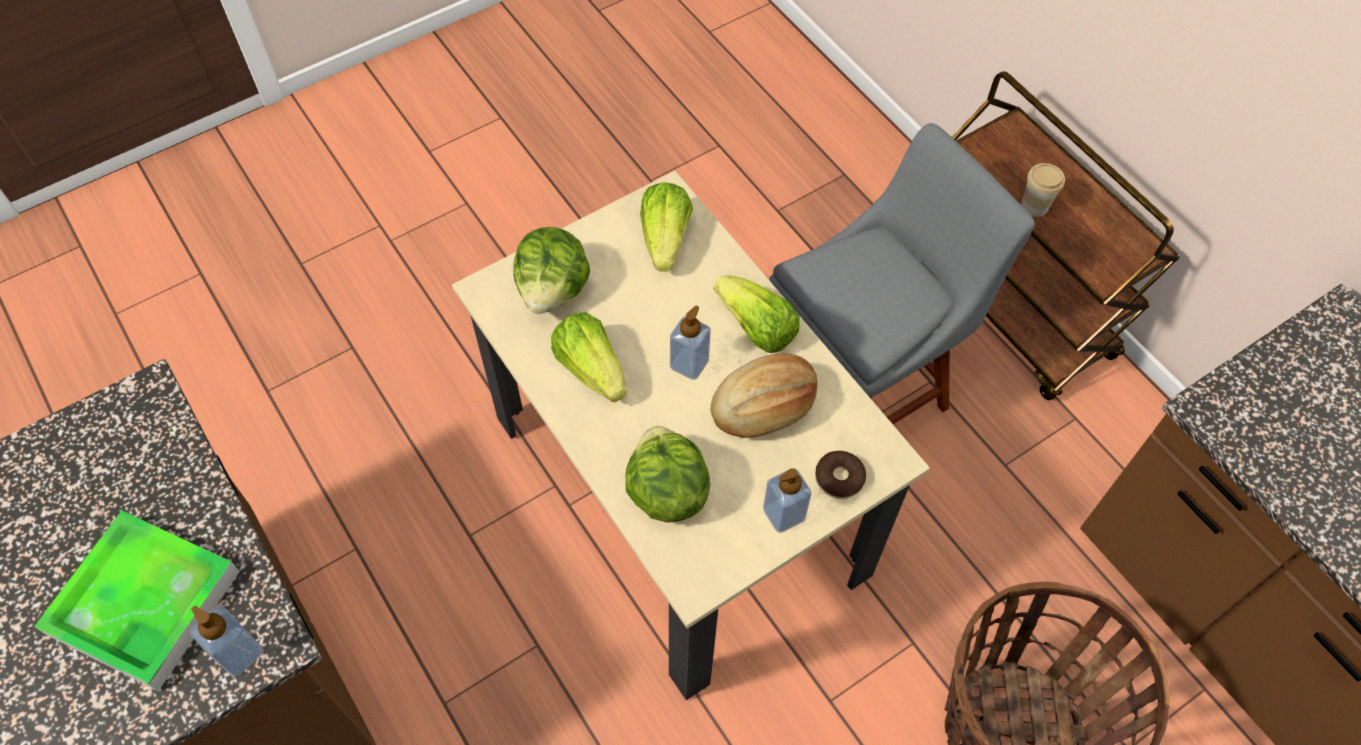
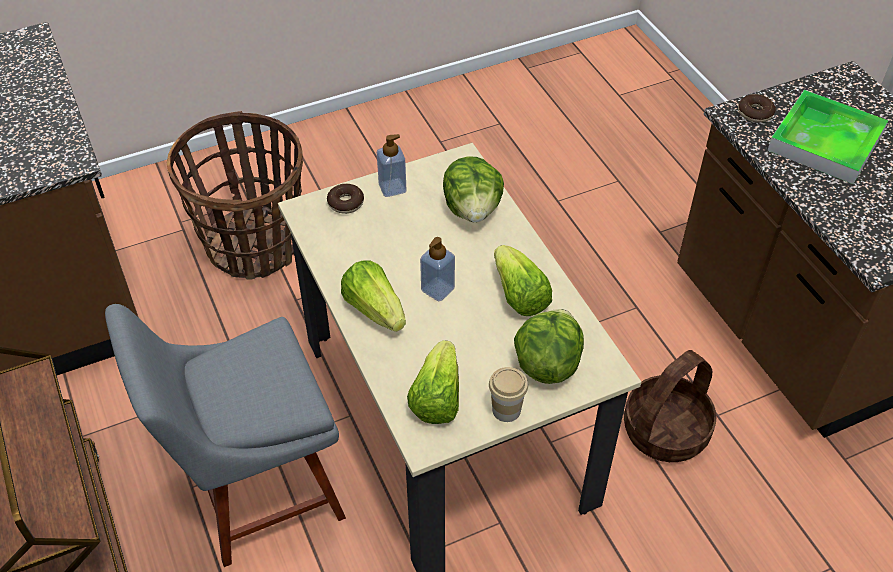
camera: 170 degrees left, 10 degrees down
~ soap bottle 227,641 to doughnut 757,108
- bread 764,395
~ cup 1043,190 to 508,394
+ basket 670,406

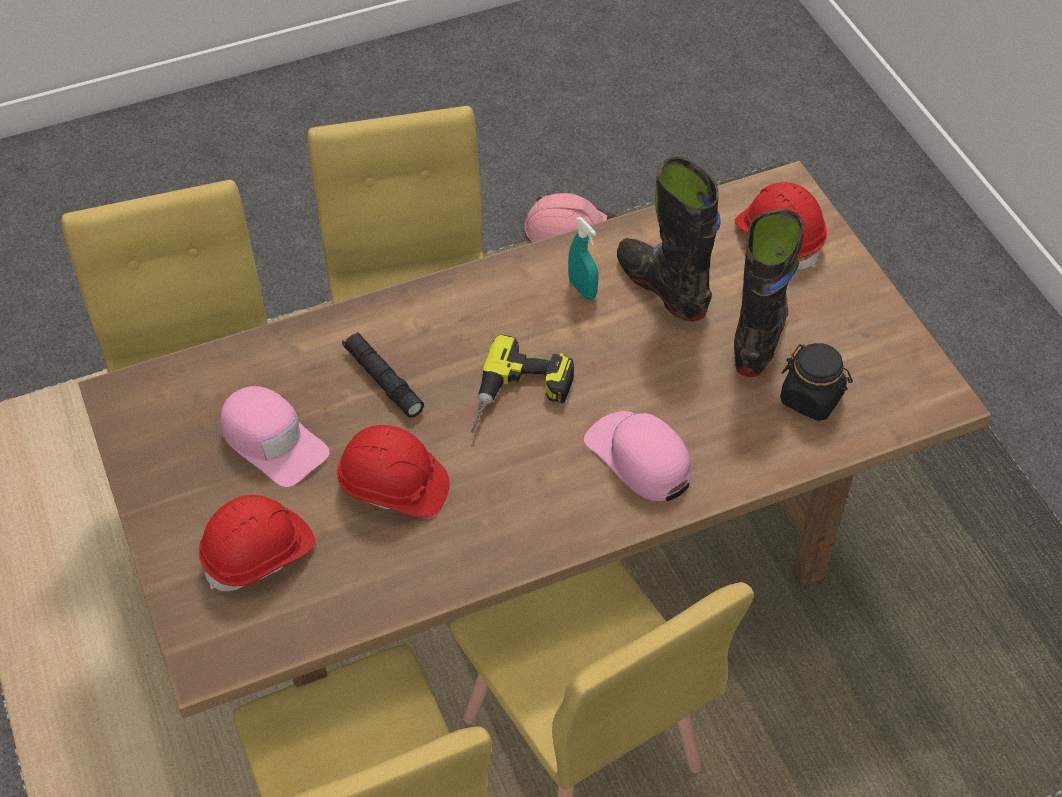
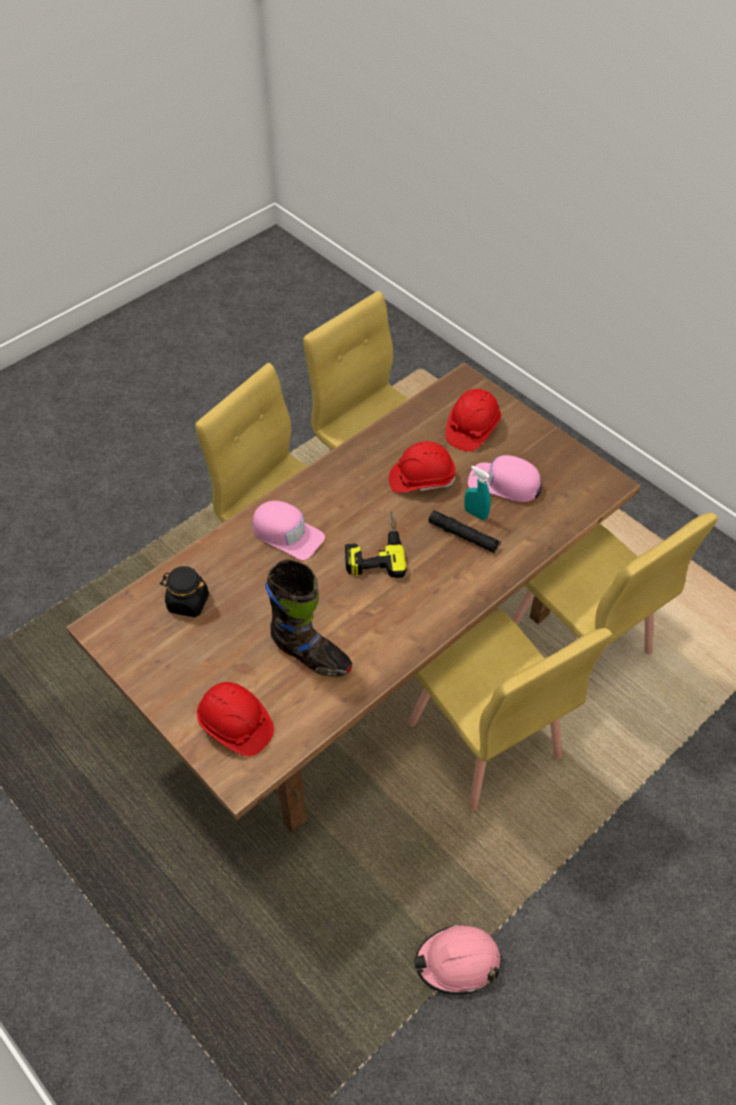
camera: 160 degrees right, 0 degrees up
~ turquoise-coloured hand sprayer 583,258 to 477,493
- black boot 769,293

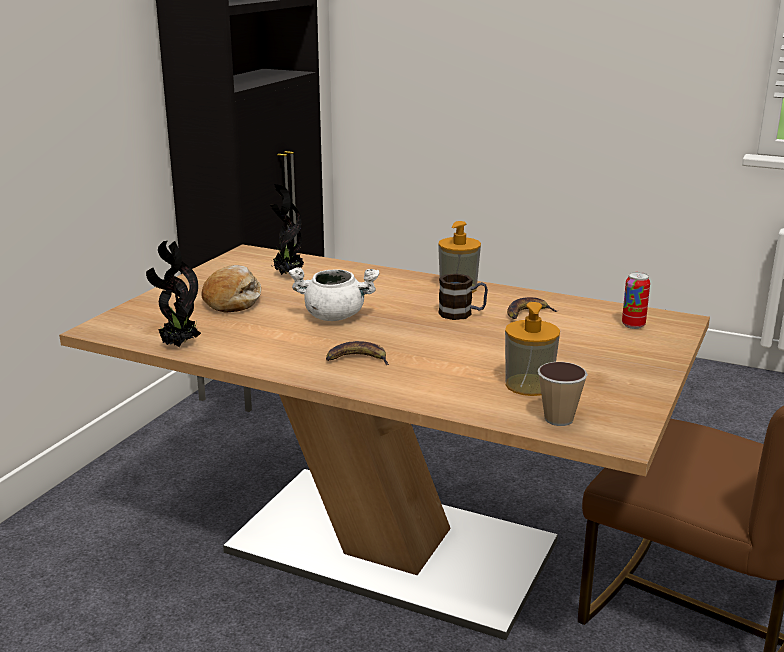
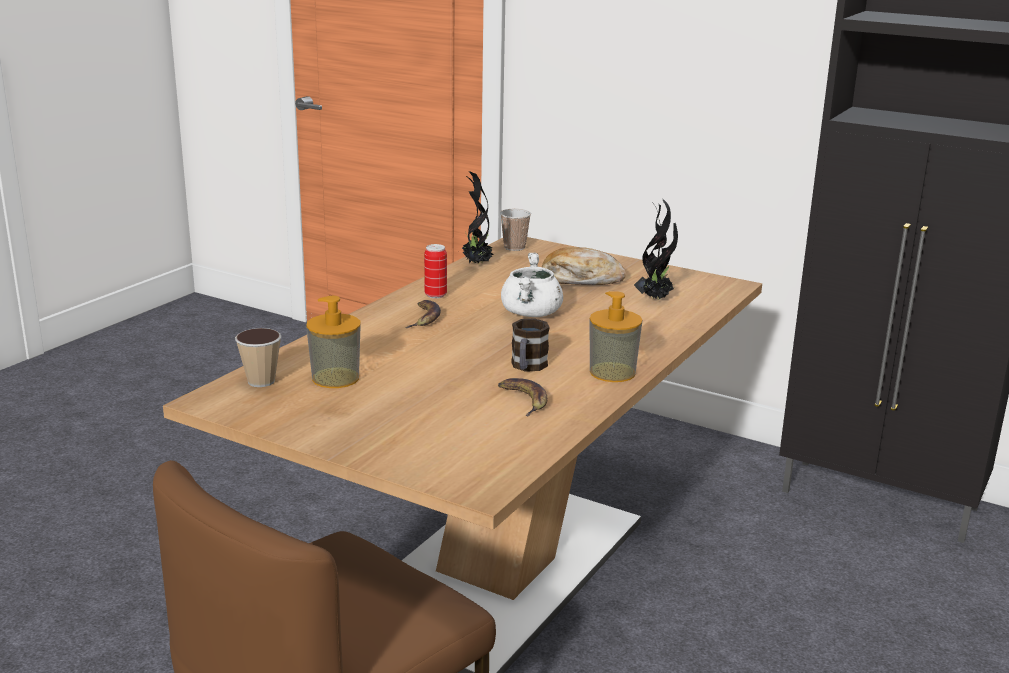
camera: 95 degrees right, 0 degrees up
~ metal can 636,300 to 435,271
+ cup 515,230

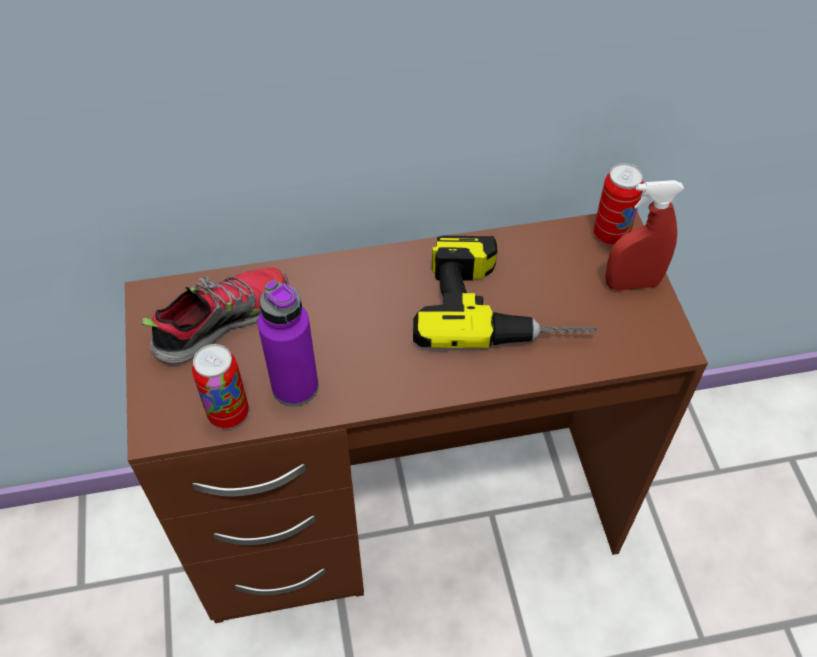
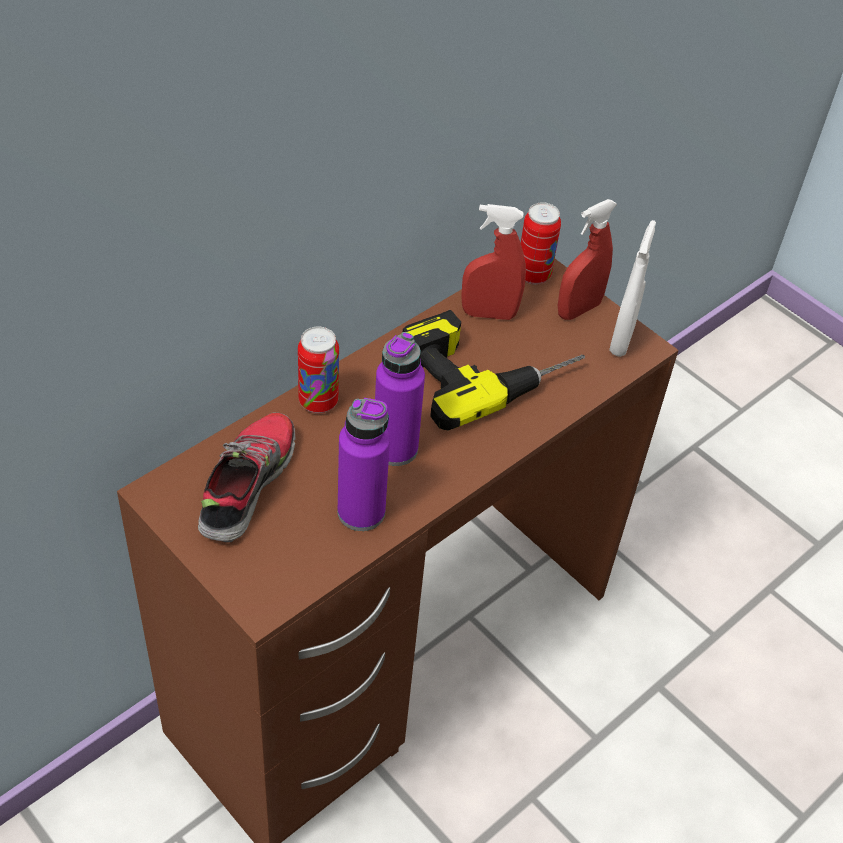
camera: 35 degrees left, 5 degrees down
~ metal can 220,386 to 318,370
+ purplish beverage bottle 400,399
+ red hand sprayer 493,262
+ white hand sprayer 632,288

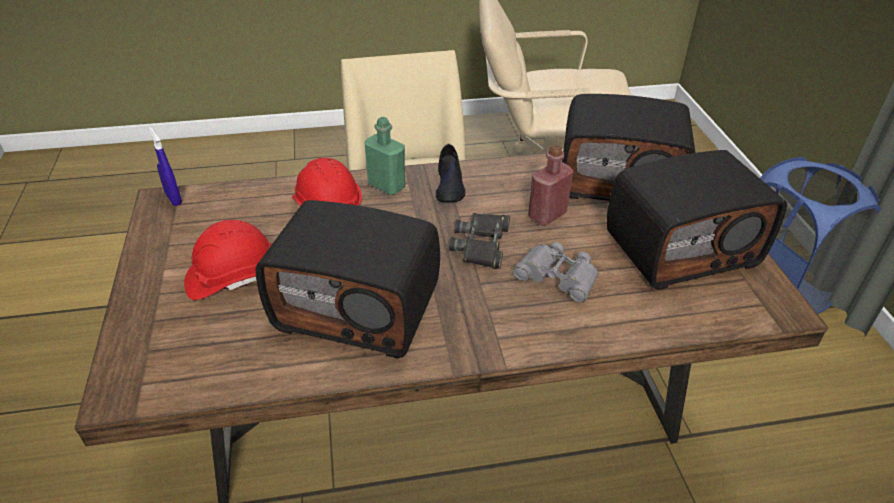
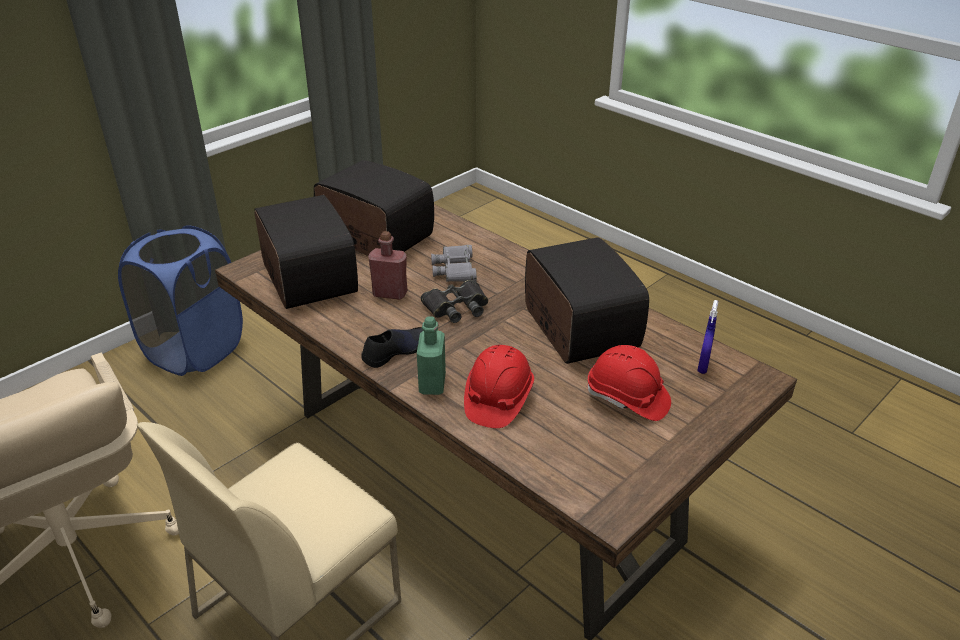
camera: 125 degrees left, 5 degrees down
~ bluish hand sprayer 165,166 to 707,337

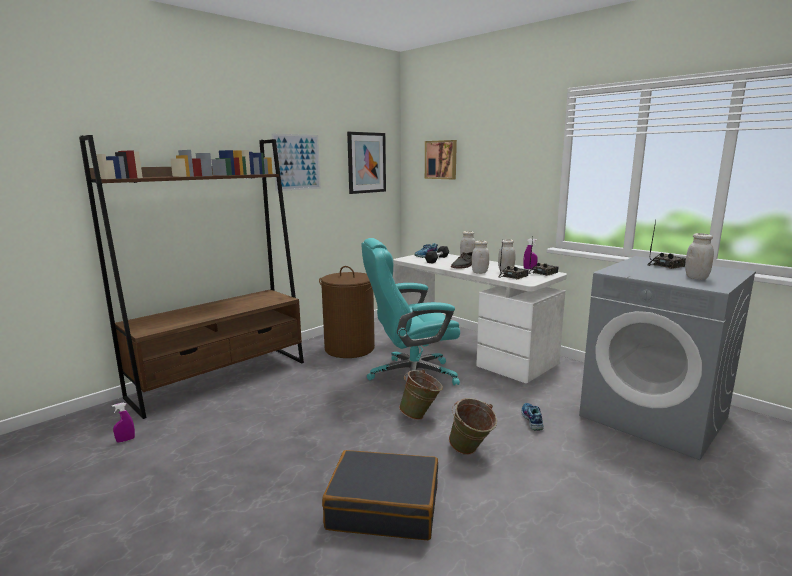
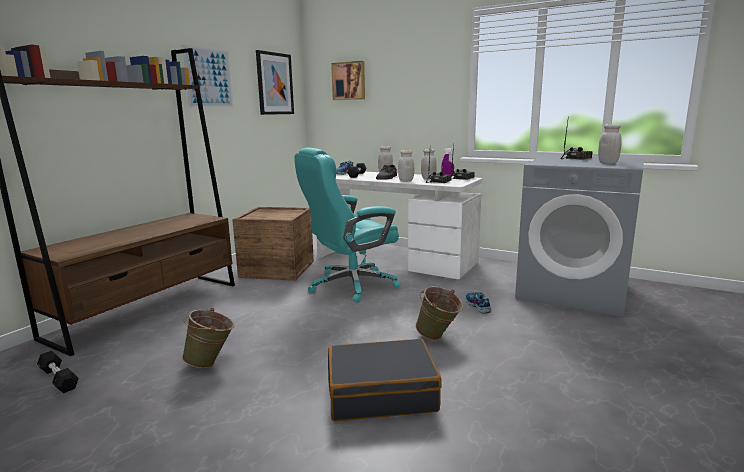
camera: 15 degrees left, 0 degrees up
~ purplish hand sprayer 123,423 to black free weight 58,372
~ brownish laundry basket 347,312 to packing crate 273,244
~ green-coloured water bucket 421,395 to 208,338

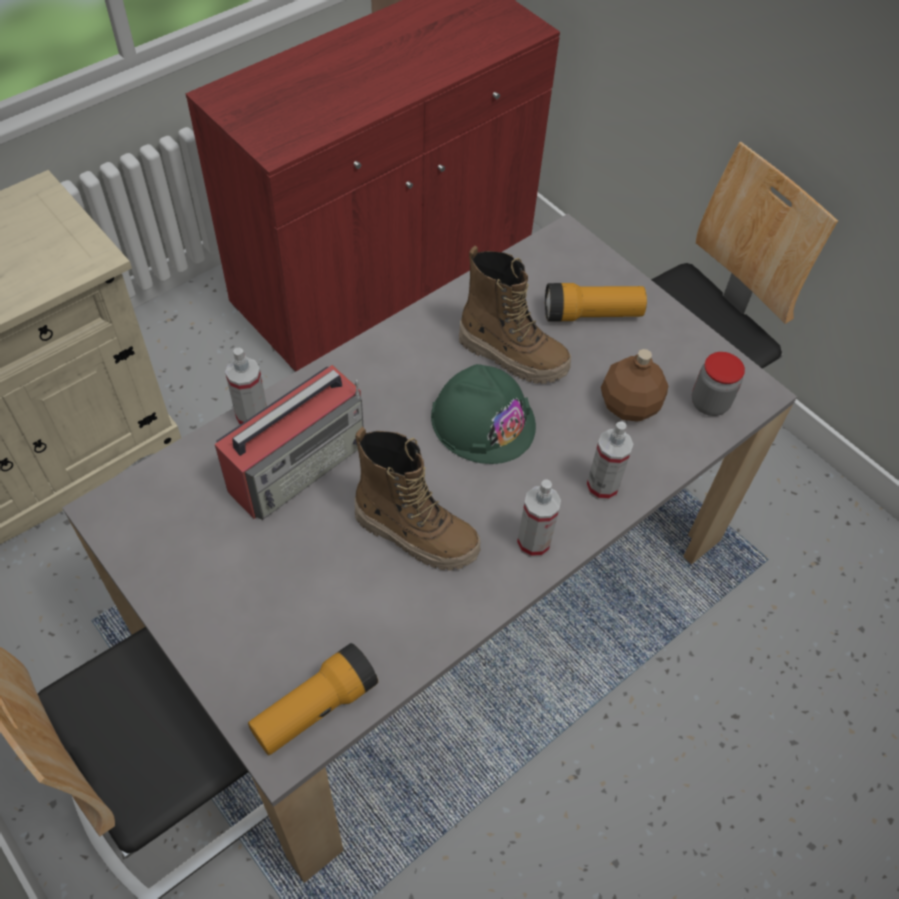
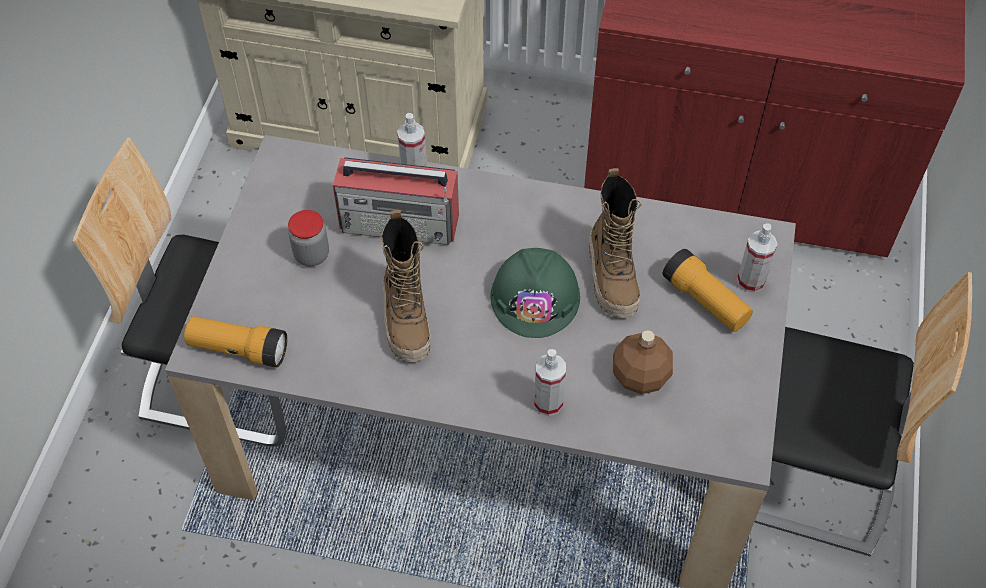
camera: 55 degrees right, 0 degrees up
~ hand sprayer 539,518 to 757,258
~ storage jar 718,384 to 308,238

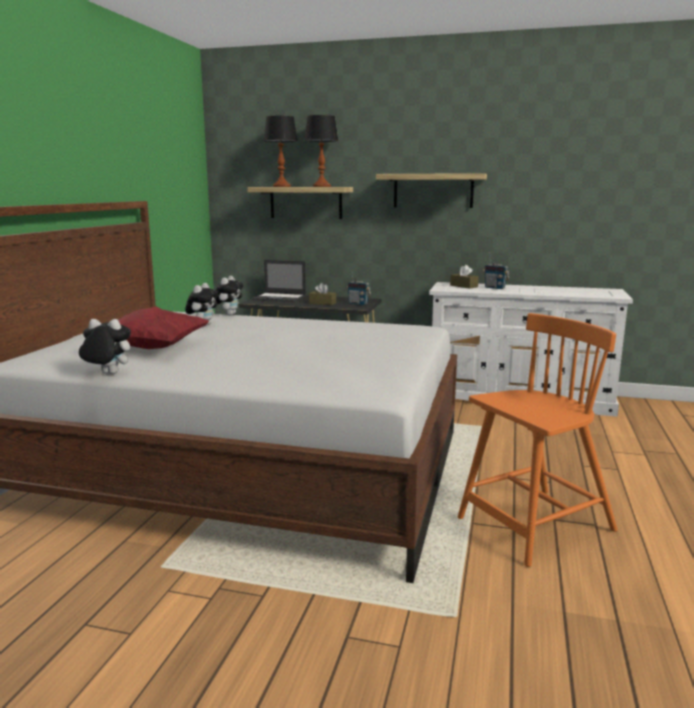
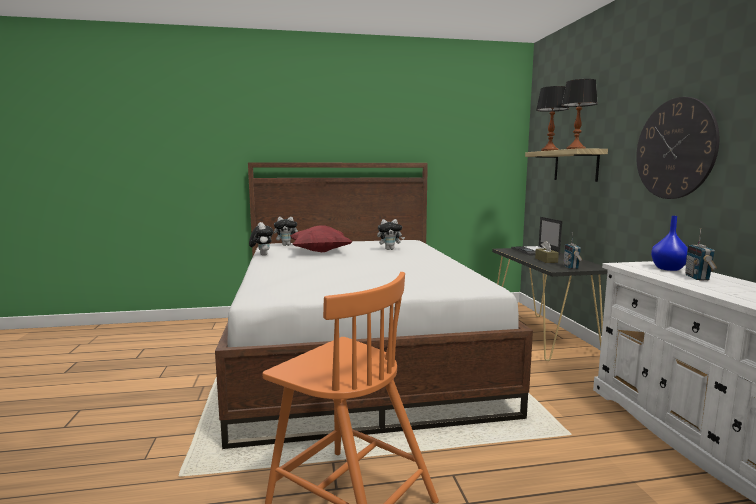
camera: 65 degrees right, 5 degrees down
~ soft toy 229,295 to 286,231
~ wall shelf 431,190 to hanging clock 678,148
~ brownish tissue box 464,277 to bluish vase 669,243

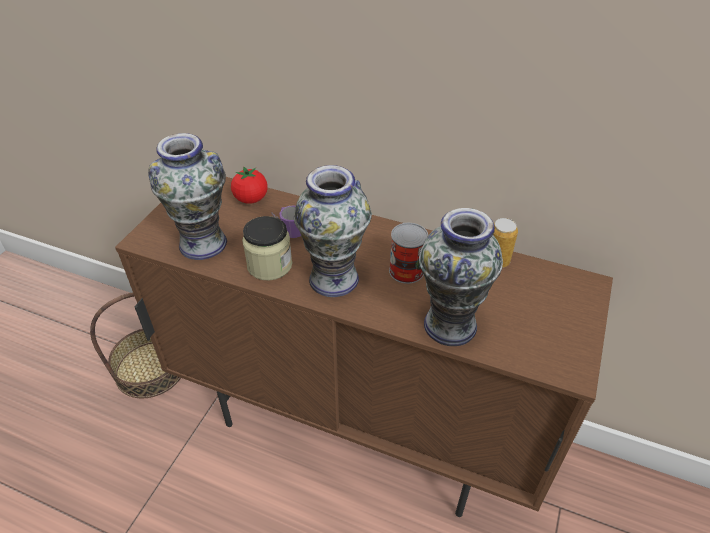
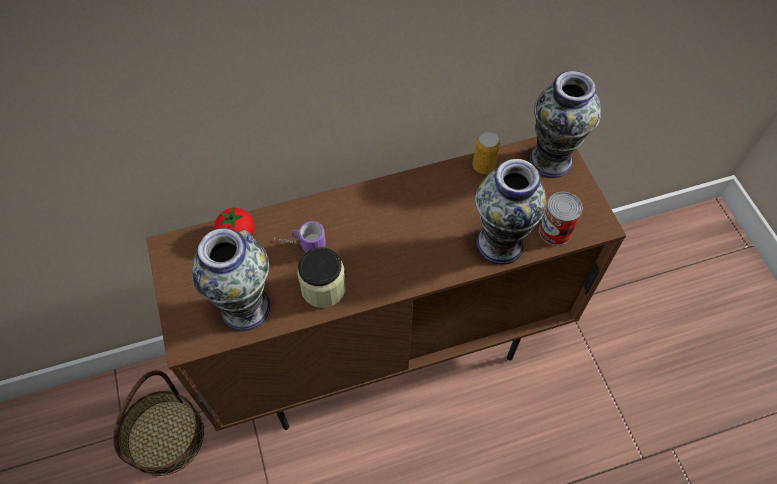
camera: 40 degrees left, 15 degrees up
~ vase 333,231 to 565,124
~ metal can 408,253 to 561,218

